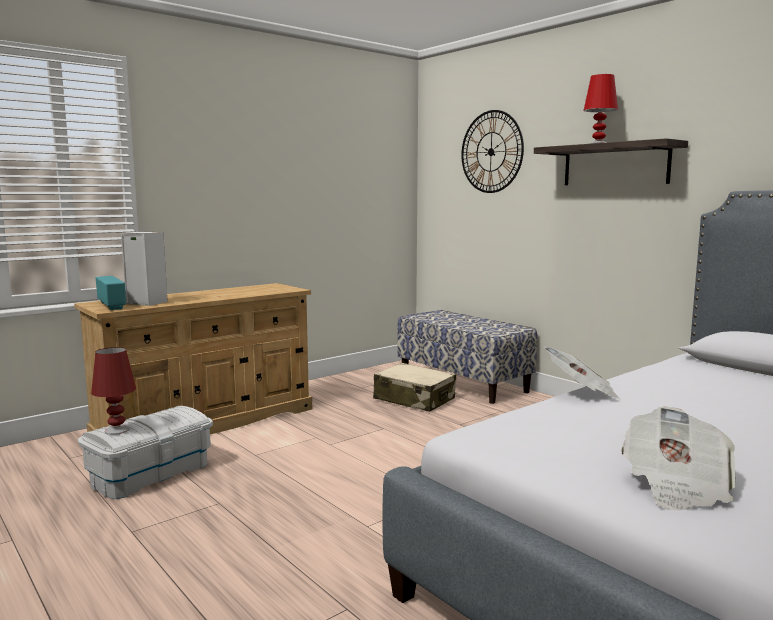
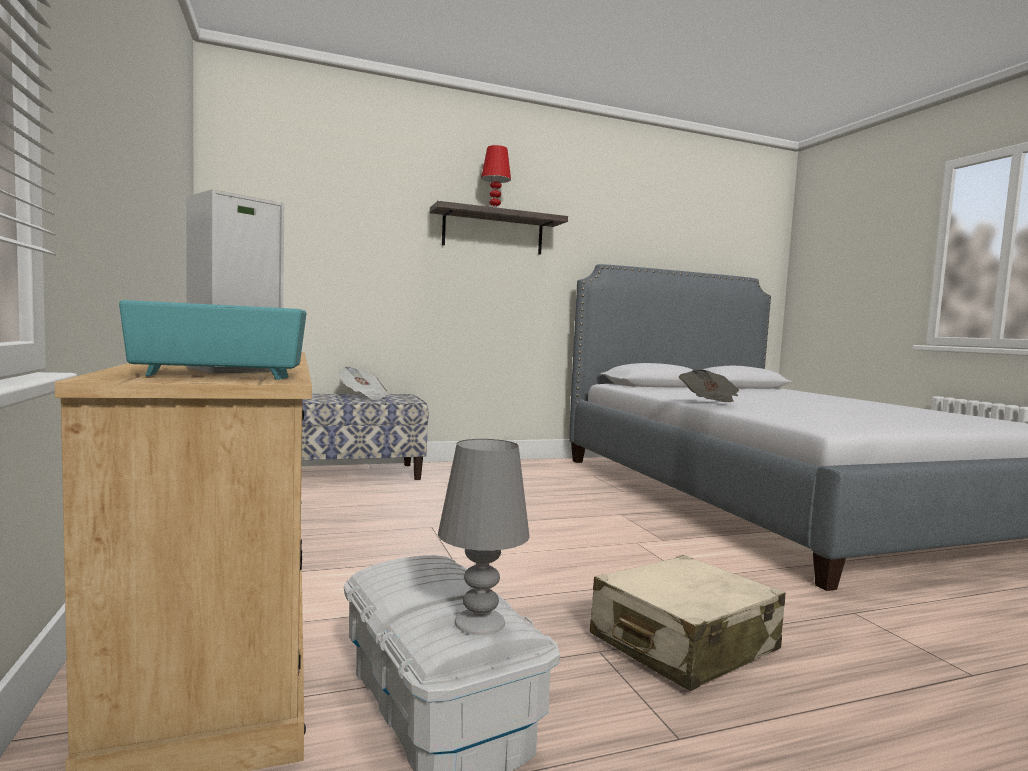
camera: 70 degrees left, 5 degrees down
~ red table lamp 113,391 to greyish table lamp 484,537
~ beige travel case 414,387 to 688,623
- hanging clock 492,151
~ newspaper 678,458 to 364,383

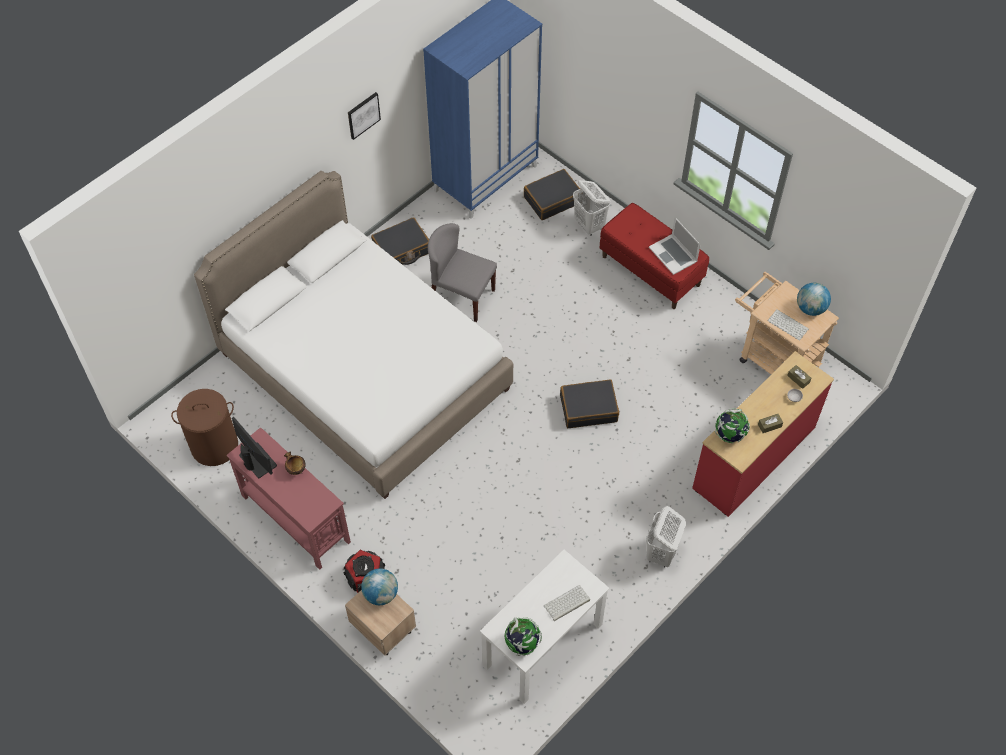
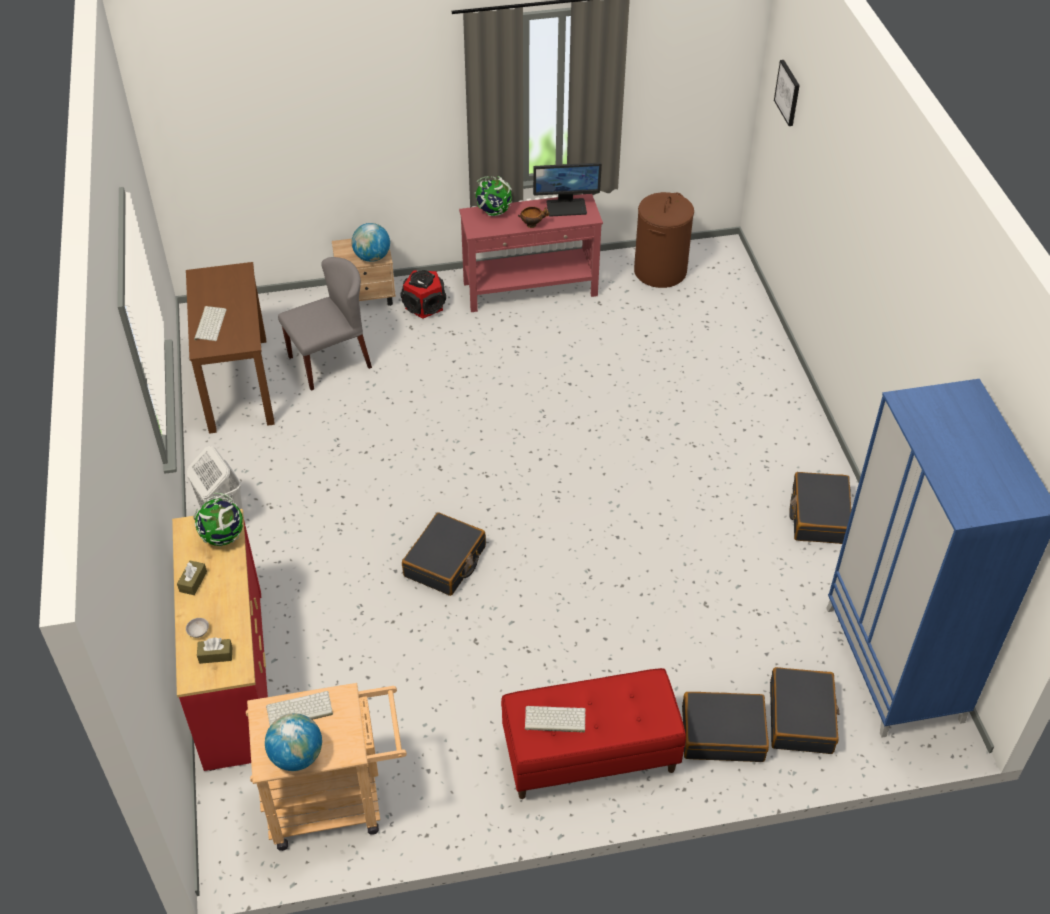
camera: 125 degrees right, 10 degrees down
- white bed 353,335
~ wall art 364,116 to 787,93
~ greyish chair 462,272 to 325,324
~ white desk unit 544,627 to brownish desk unit 230,348
~ desk globe 523,636 to 493,196
~ white laundry basket 591,208 to black travel case 725,727
~ portable computer 675,246 to PC keyboard 555,719

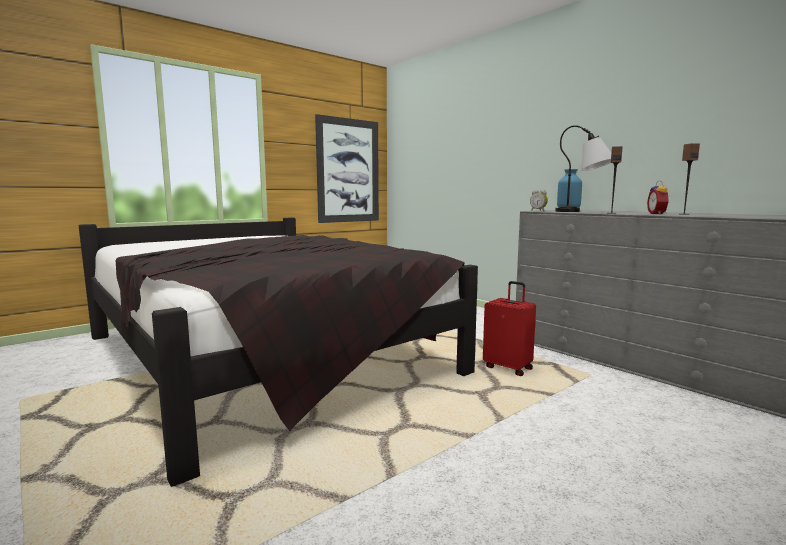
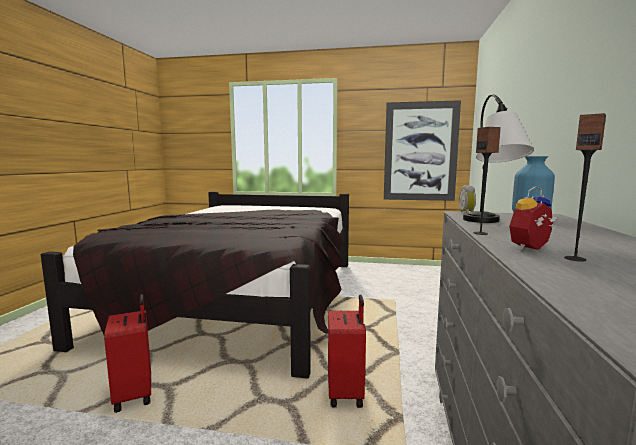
camera: 50 degrees right, 0 degrees up
+ red travel case 127,353

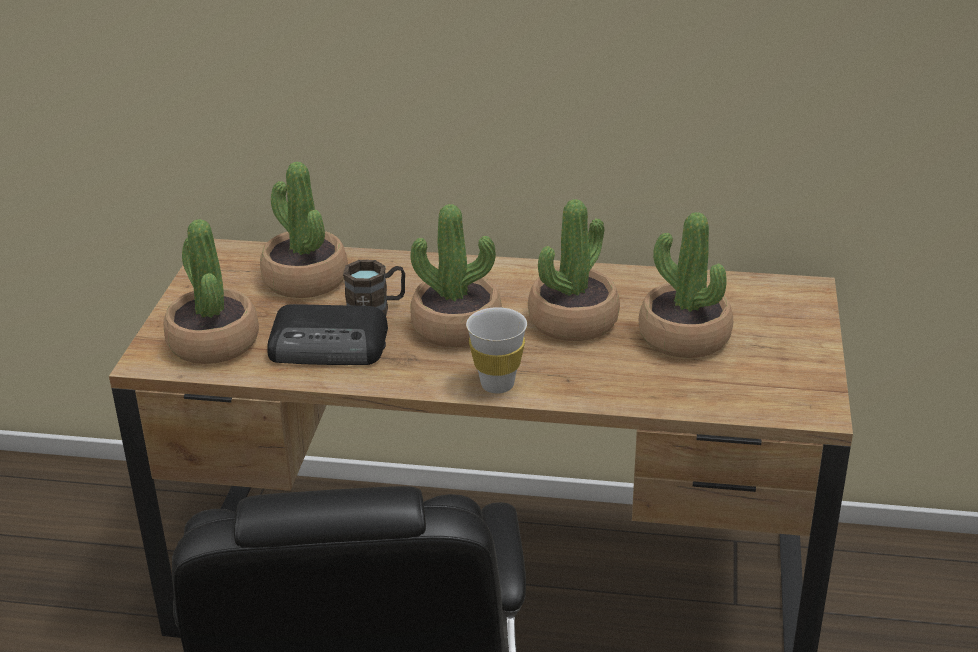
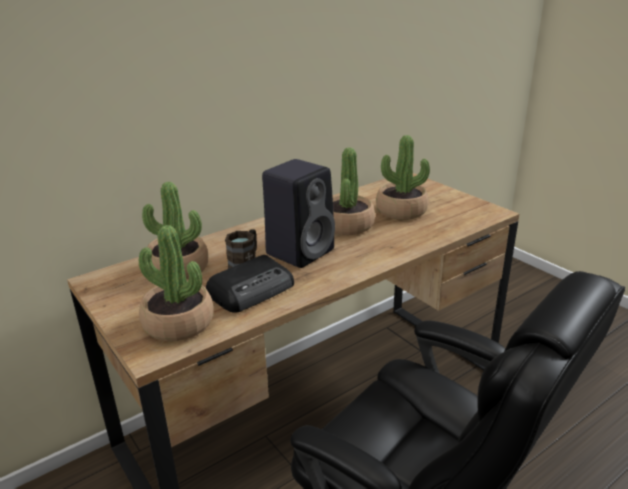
camera: 45 degrees left, 5 degrees down
~ potted plant 456,275 to black loudspeaker 298,213
- white cup 496,350

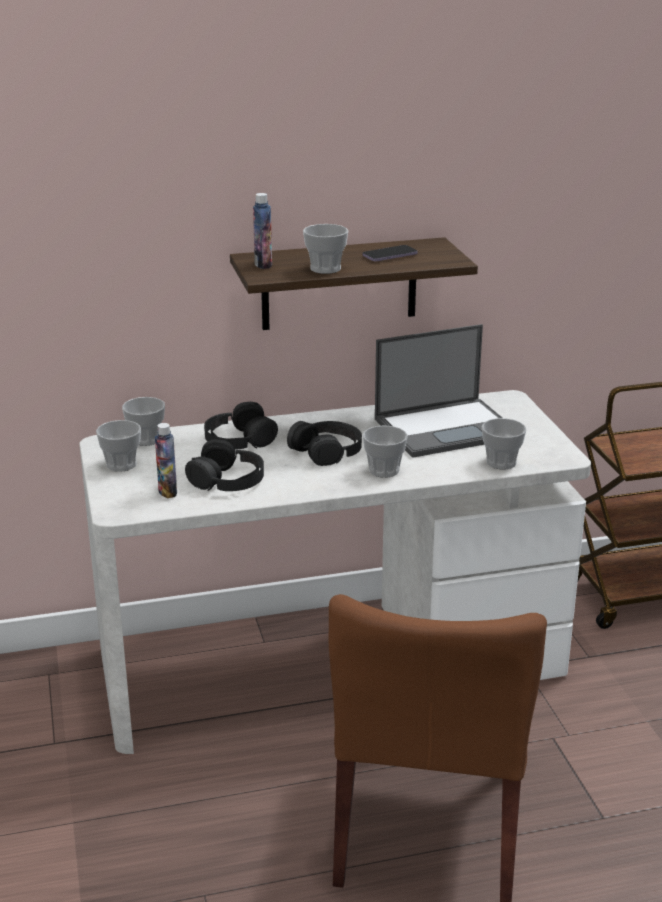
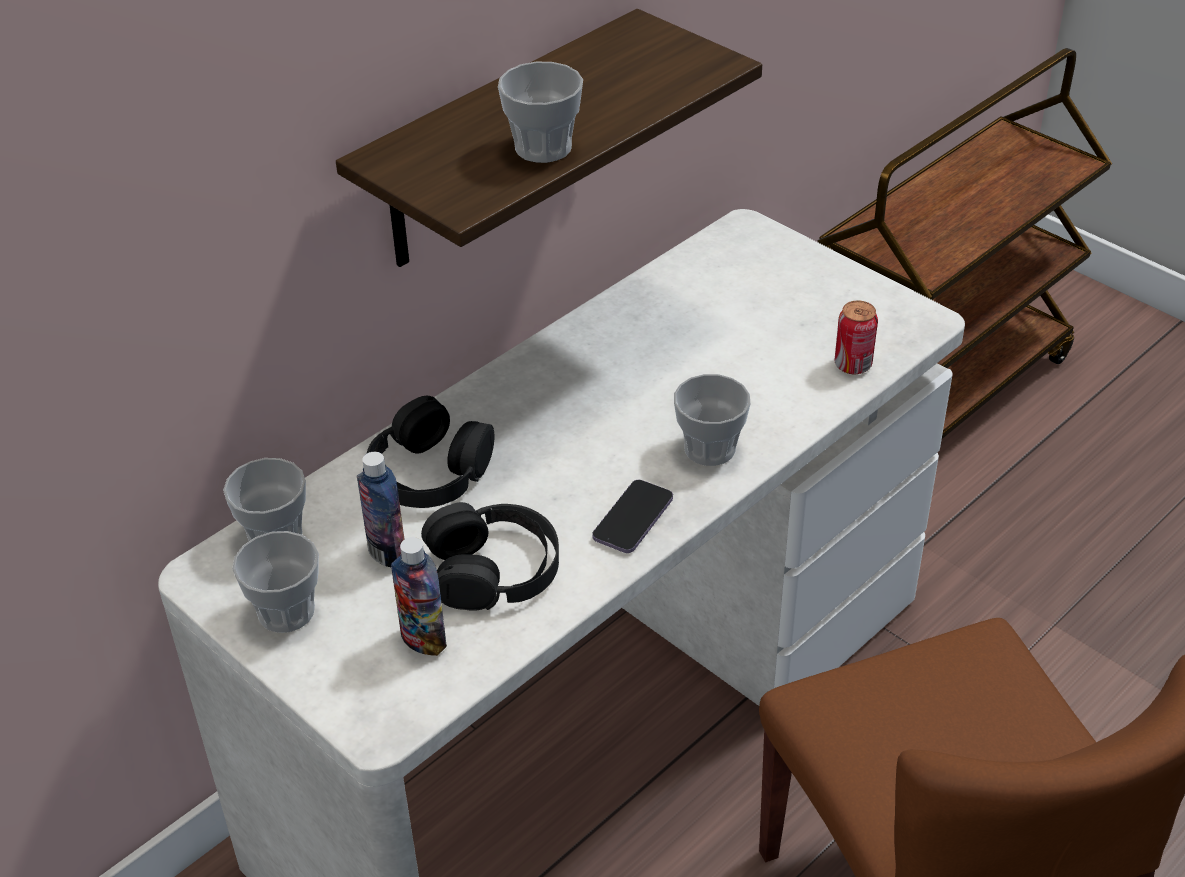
camera: 30 degrees left, 15 degrees up
~ beverage bottle 262,231 to 380,509
- black headphones 324,443
~ phone 390,253 to 632,516
- portable computer 439,391
~ cup 504,443 to metal can 856,337

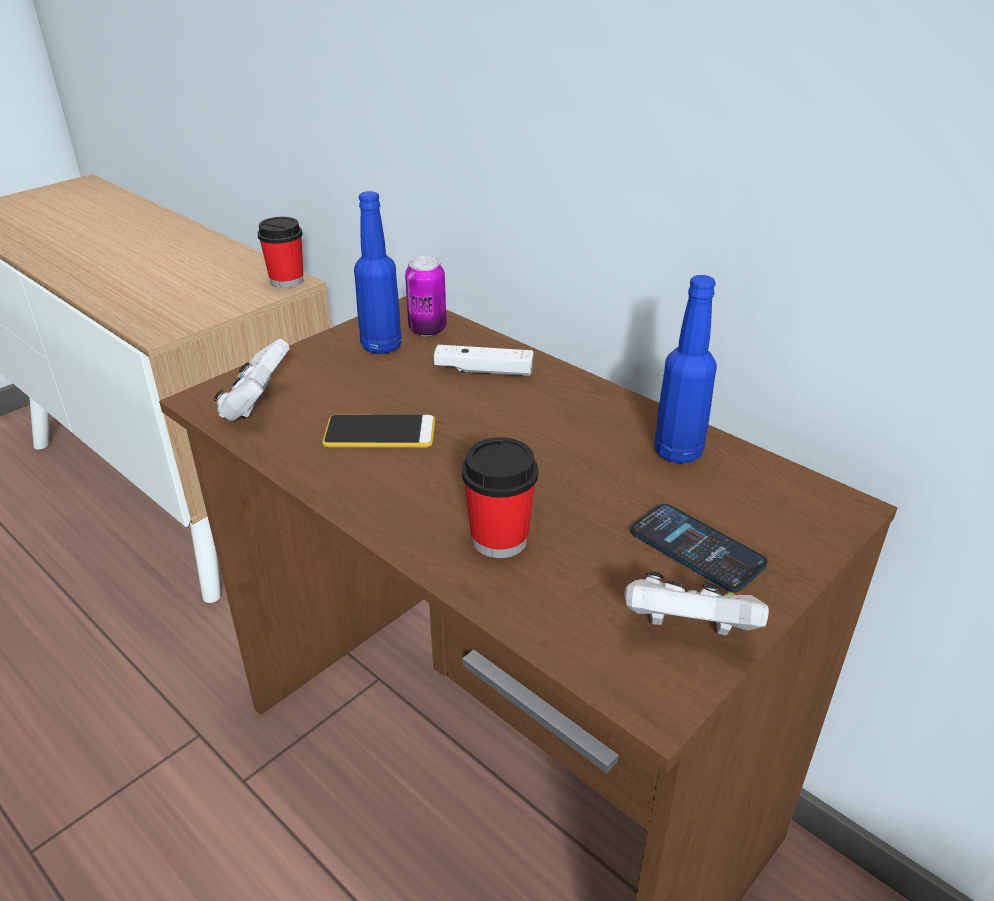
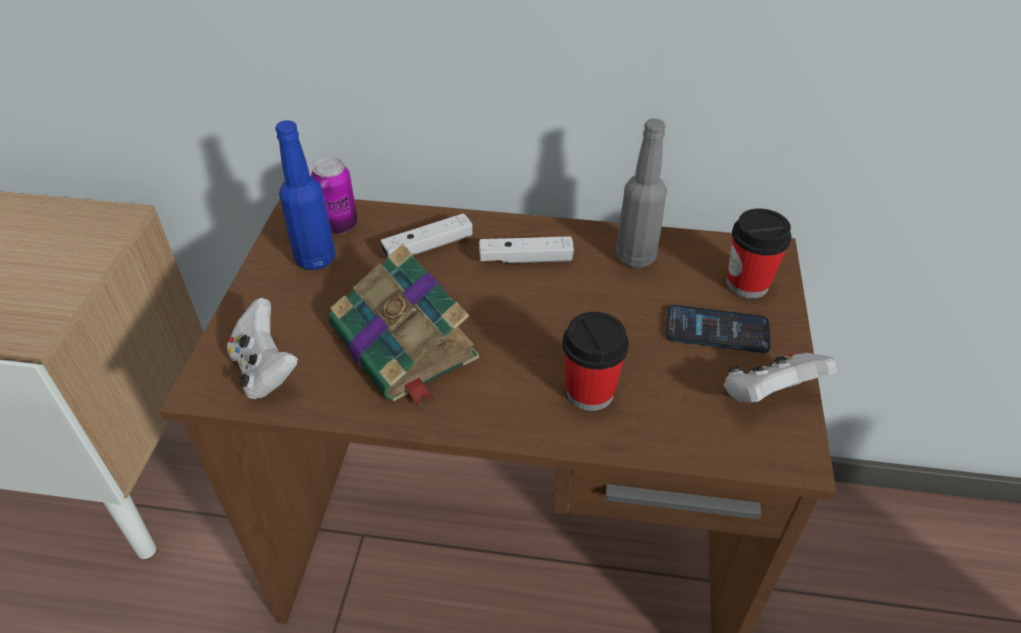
camera: 35 degrees left, 10 degrees up
~ cup 280,252 to 759,253
~ phone 378,431 to volume 403,325
~ bluish beverage bottle 685,369 to greyish beverage bottle 641,193
+ white joypad 526,249

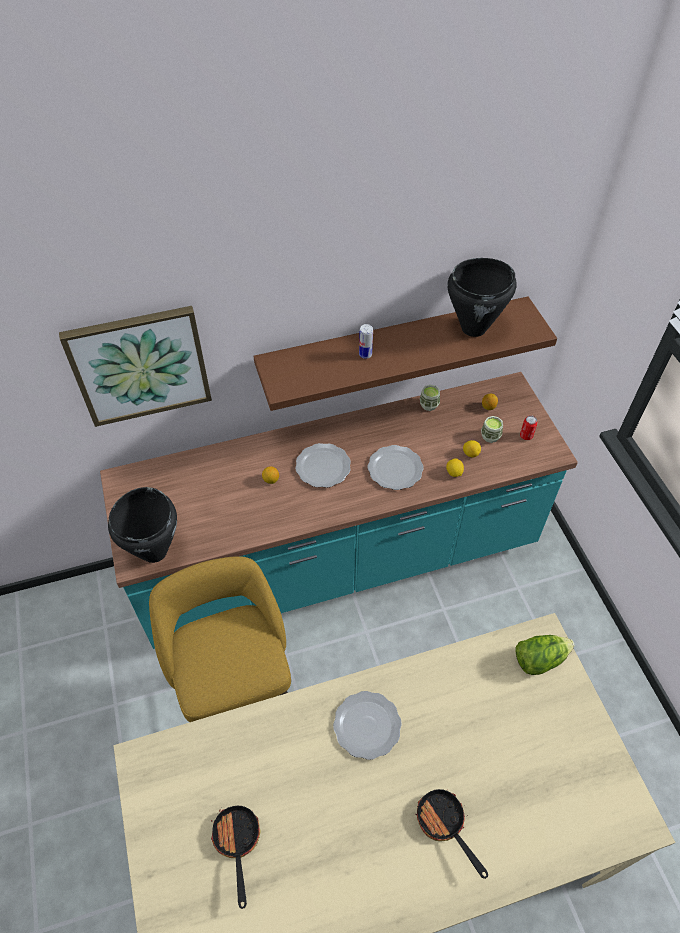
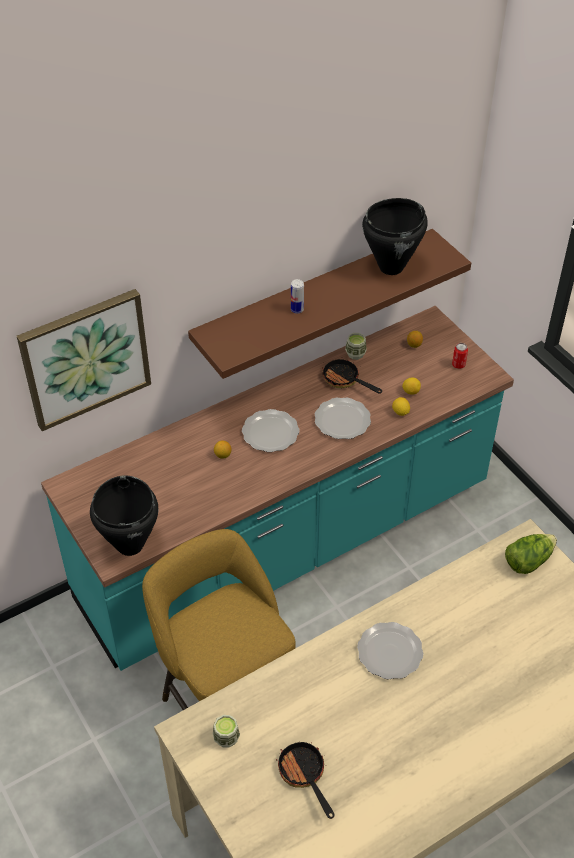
camera: 15 degrees left, 5 degrees down
~ pan 451,834 to 352,376
~ cup 492,429 to 226,731

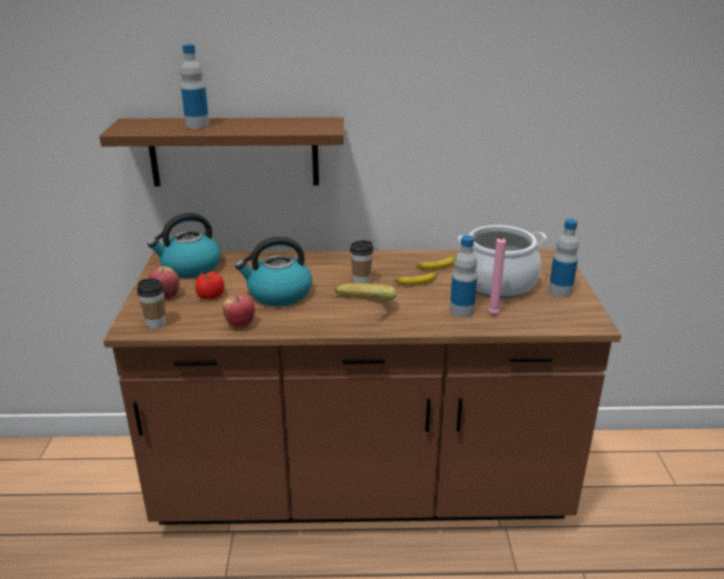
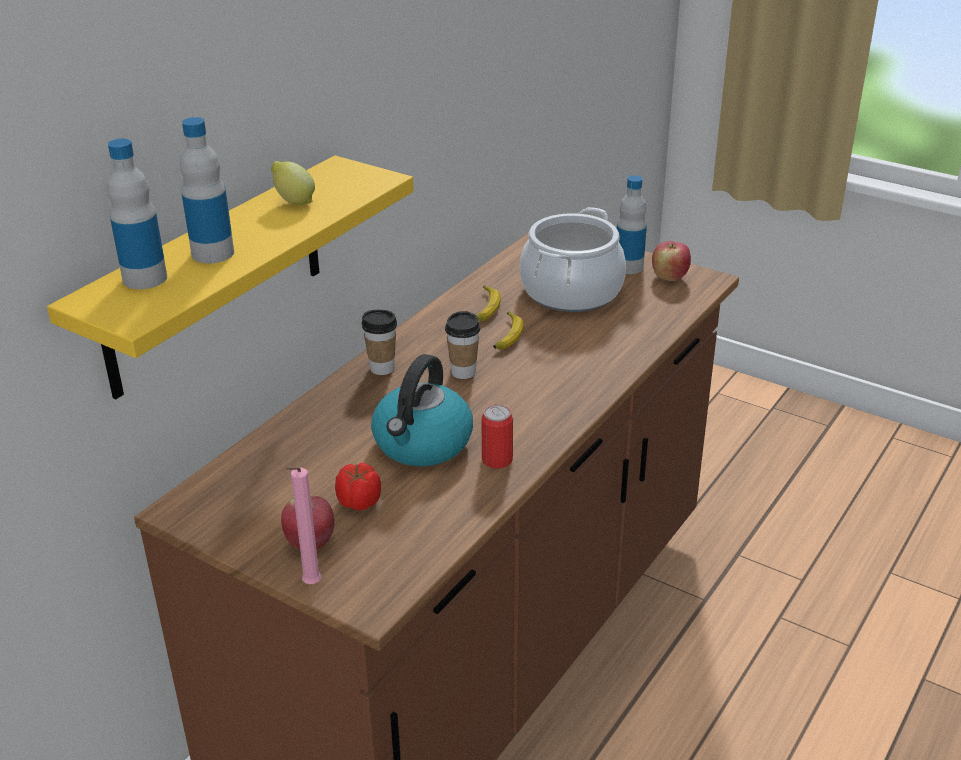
camera: 55 degrees left, 5 degrees up
~ brownish wall shelf 221,152 to yellow wall shelf 230,277
~ cup 151,303 to 379,342
- kettle 184,245
~ apple 239,311 to 671,261
- whole banana 366,292
~ beverage bottle 463,276 to 137,214
~ pink-coloured wax candle 497,273 to 304,525
+ citrus fruit 293,183
+ metal can 497,436

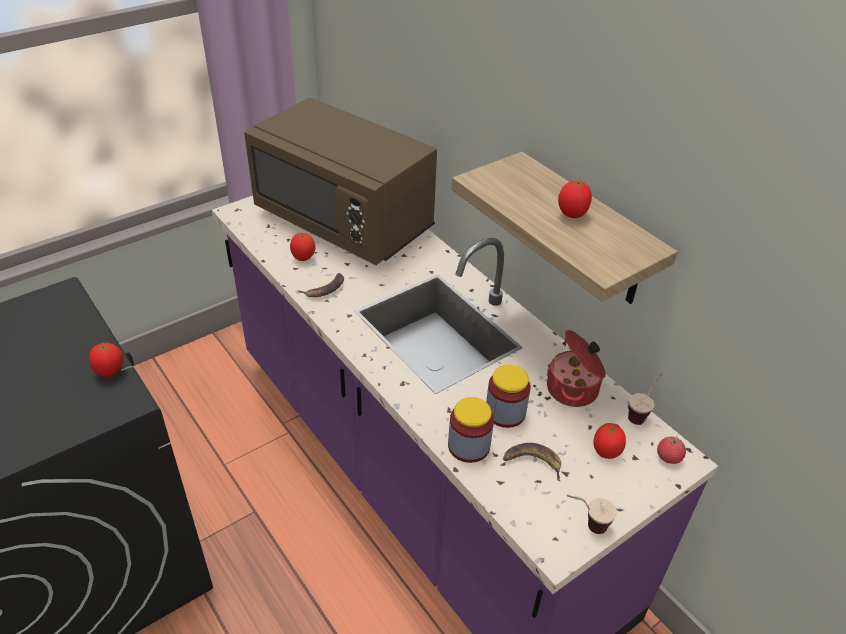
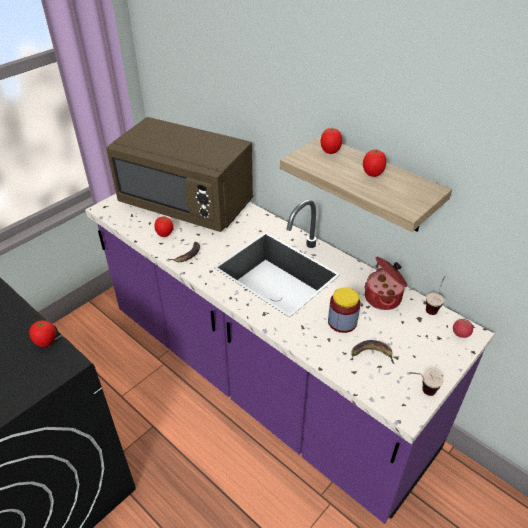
camera: 10 degrees left, 0 degrees up
- storage jar 471,430
~ fresh tomato 609,441 to 331,141

